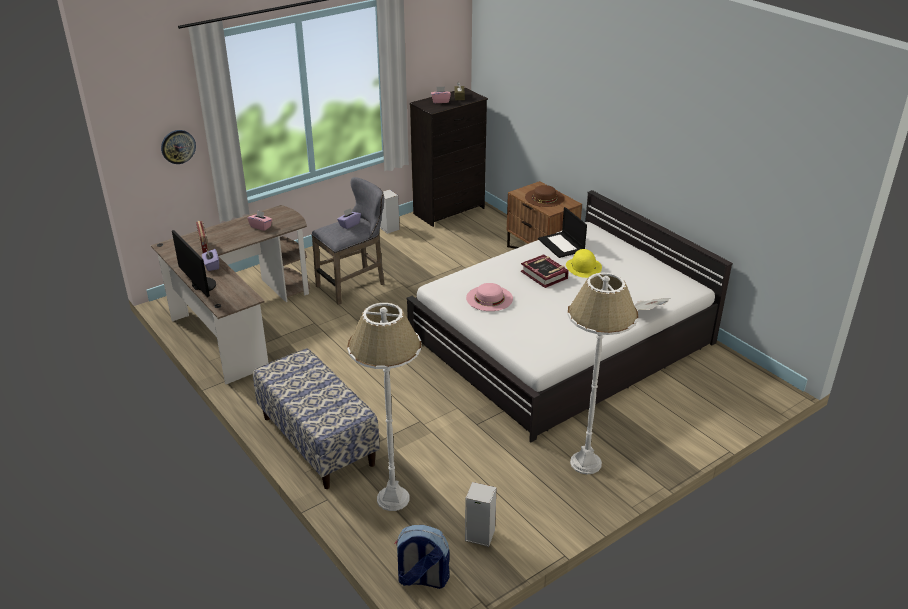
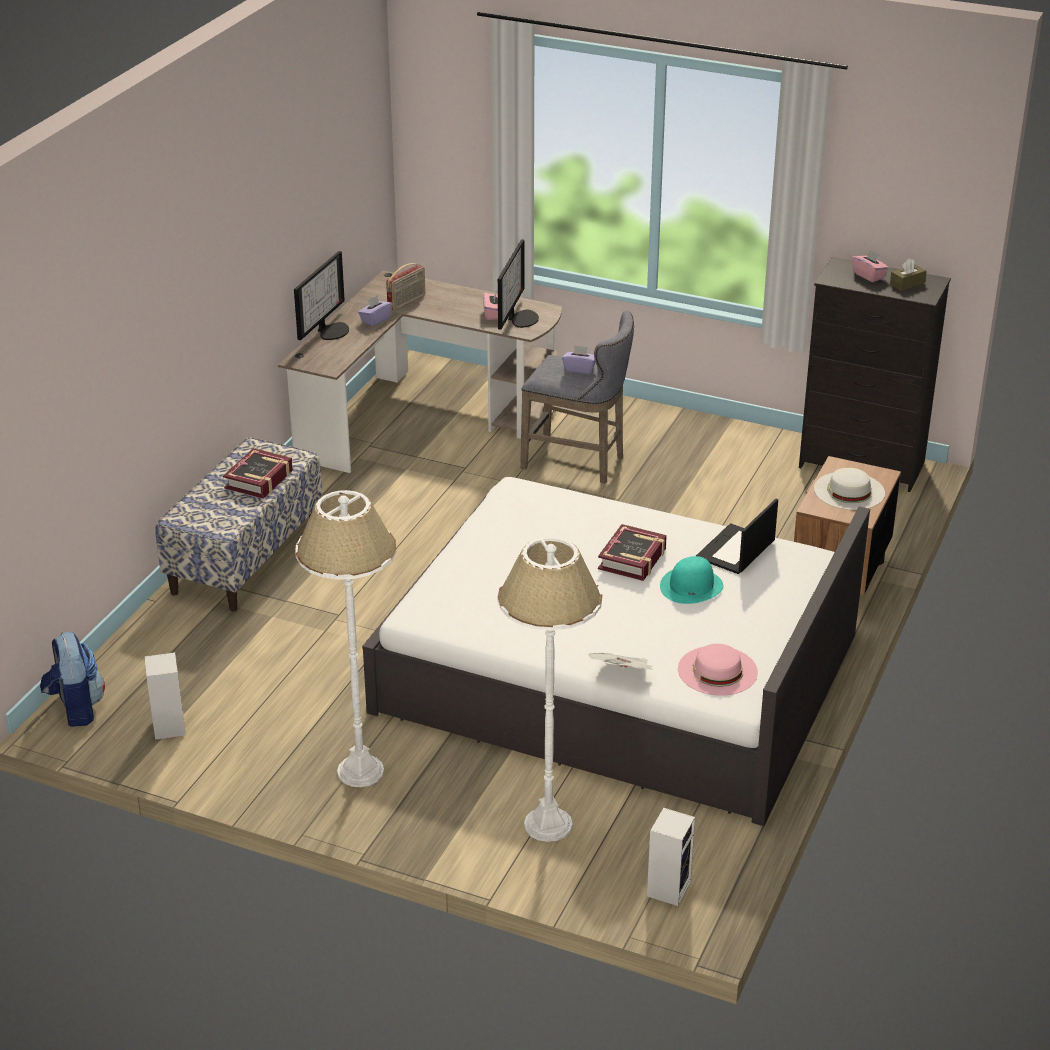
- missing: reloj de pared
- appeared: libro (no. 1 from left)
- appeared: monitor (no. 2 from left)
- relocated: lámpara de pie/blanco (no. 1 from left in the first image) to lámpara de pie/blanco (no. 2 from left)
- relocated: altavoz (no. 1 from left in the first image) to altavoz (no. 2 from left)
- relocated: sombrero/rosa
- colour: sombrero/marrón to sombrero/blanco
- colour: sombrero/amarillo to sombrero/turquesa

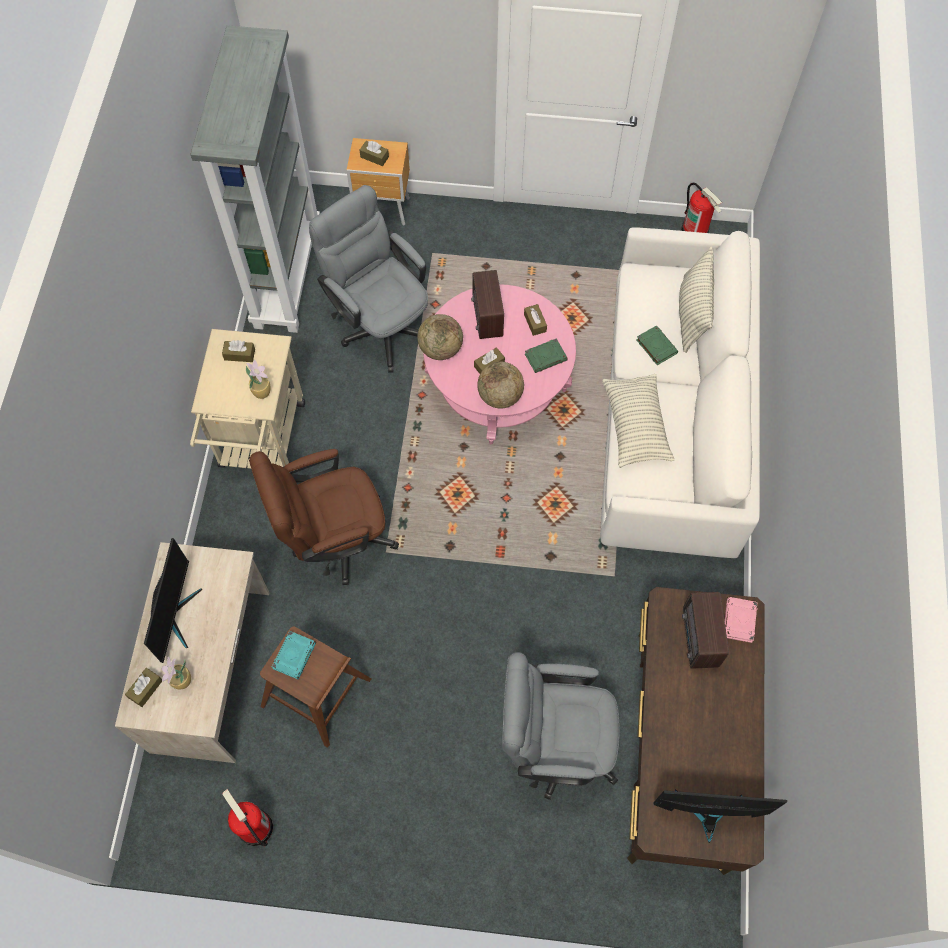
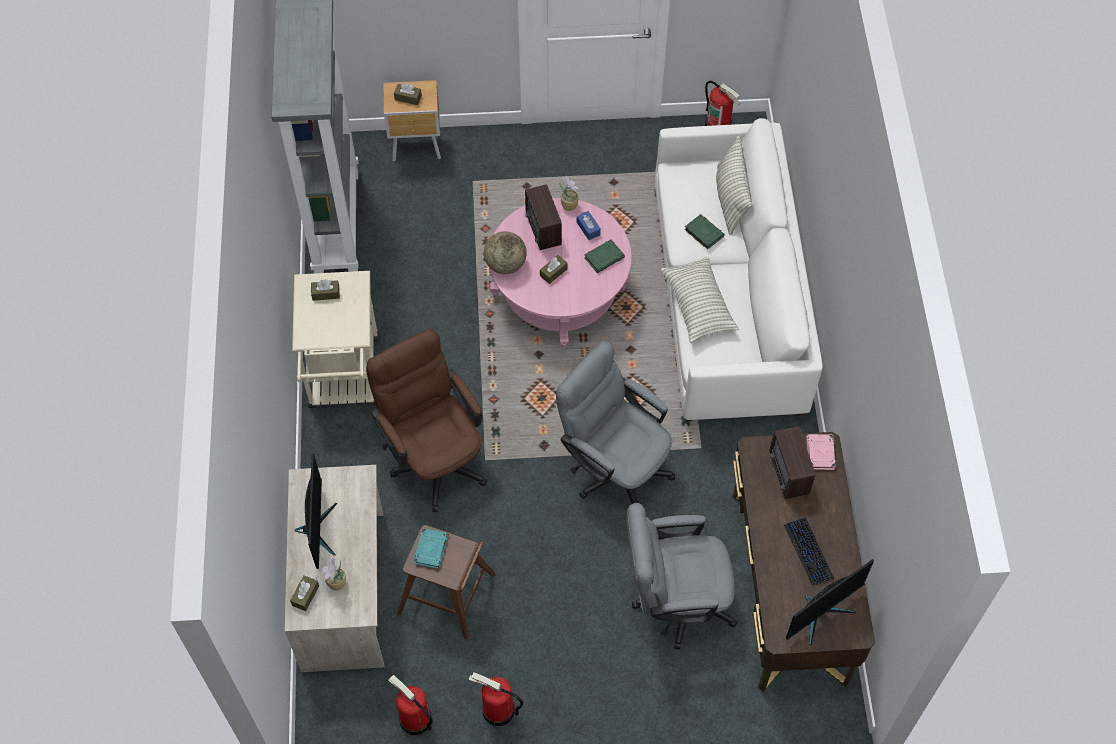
- missing: globo terráqueo (no. 2 from left)
- appeared: extintor (no. 2 from left)
- appeared: teclado
- relocated: planta en maceta (no. 2 from left)
- relocated: silla de oficina/gris (no. 1 from left)
- colour: caja de pañuelos/marrón (no. 5 from left) to caja de pañuelos/azul
- spun: silla de oficina/marrón 90 degrees clockwise
- spun: monitor (no. 2 from left) 150 degrees clockwise

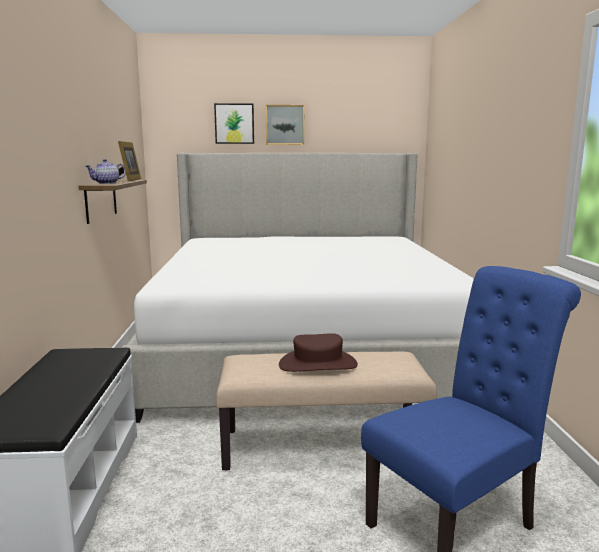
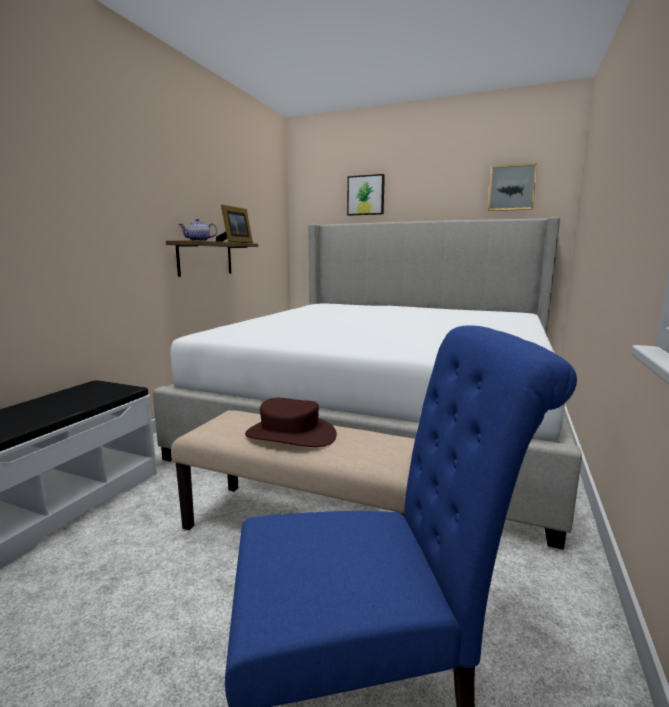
- relocated: cuadro (no. 2 from left)

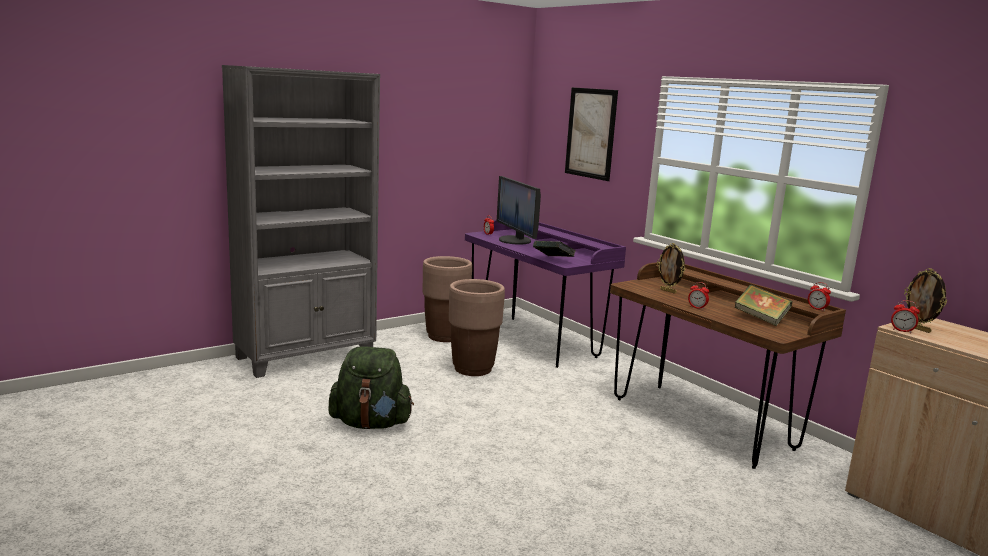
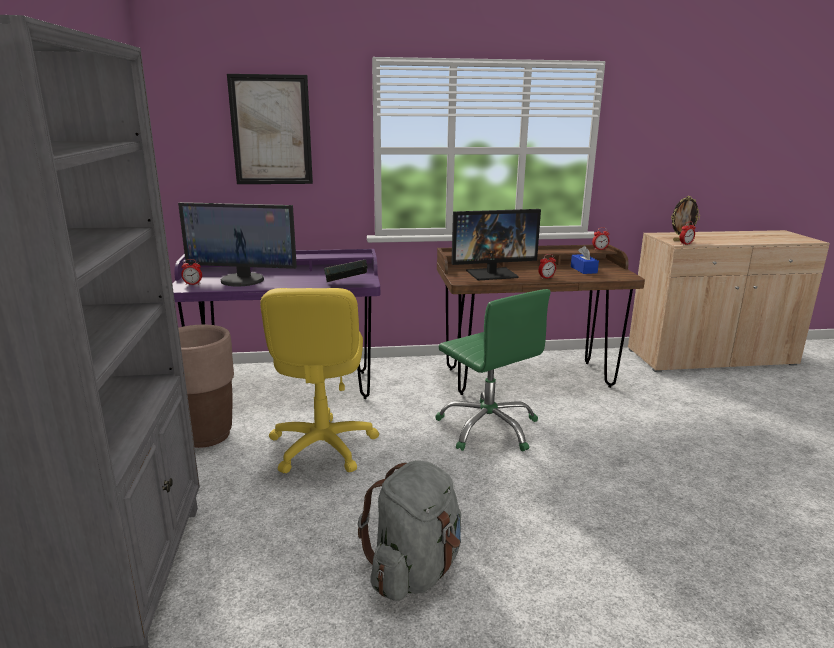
- appeared: silla de oficina/verde
- exchanged: maceta/marrón (no. 2 from left) to silla de oficina/amarillo
- exchanged: portarretratos (no. 1 from left) to monitor (no. 2 from left)
- exchanged: libro (no. 2 from left) to caja de pañuelos/azul
- colour: mochila/verde to mochila/gris

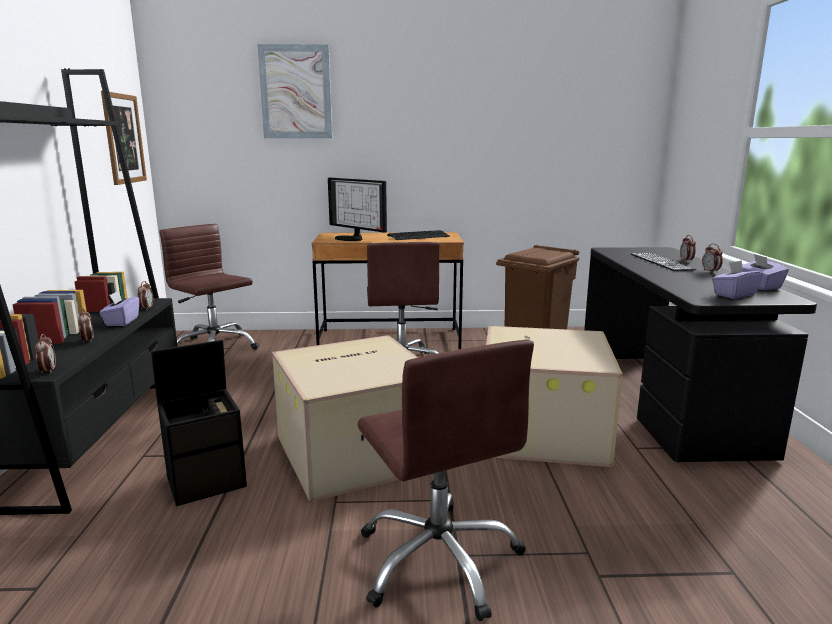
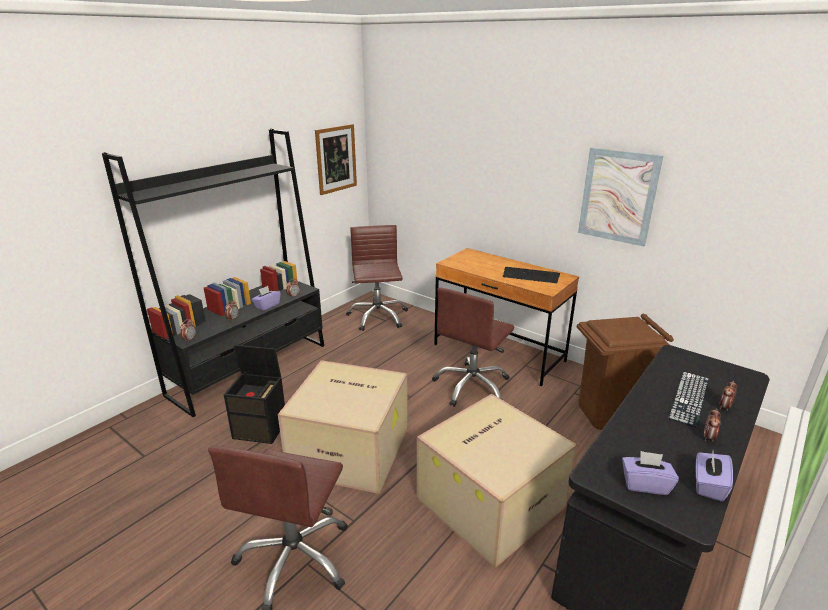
- missing: monitor
- relocated: cuadro (no. 2 from left)

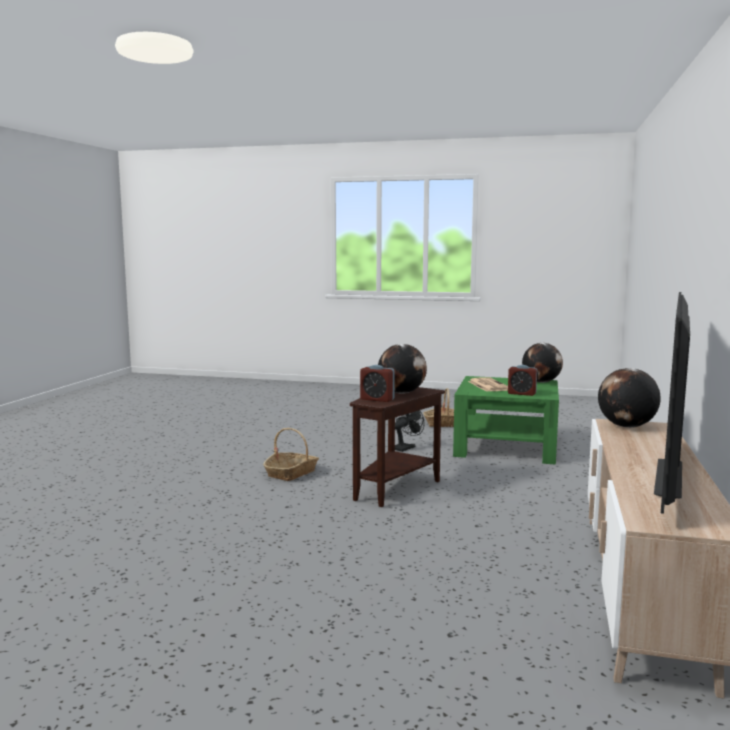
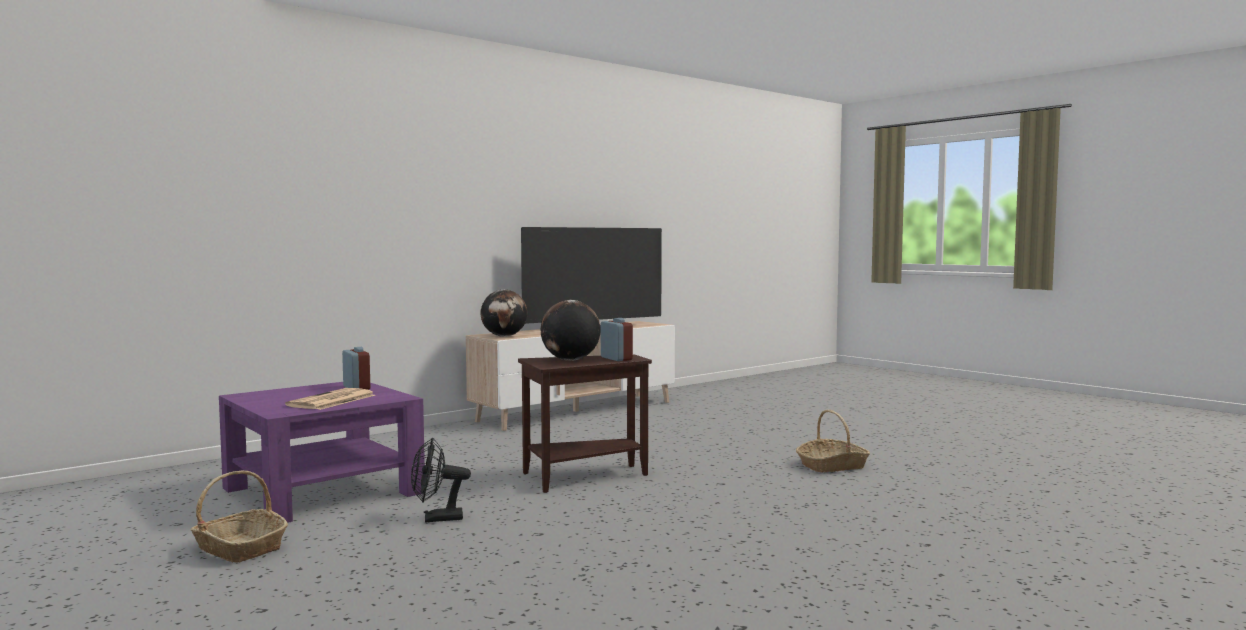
- missing: globo terráqueo (no. 2 from left)
- relocated: cesta (no. 1 from left in the first image) to cesta (no. 2 from left)
- colour: mesa de centro/verde to mesa de centro/morado

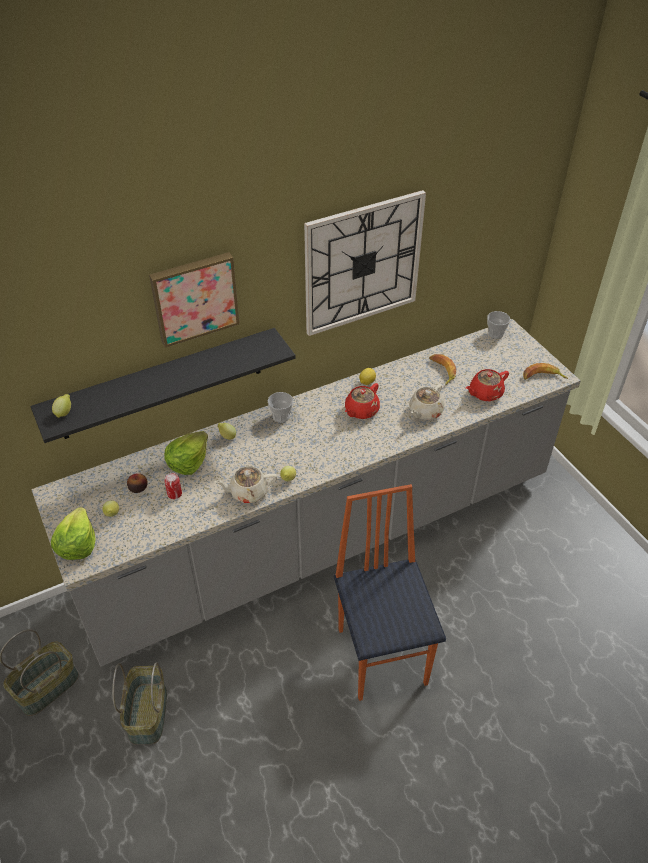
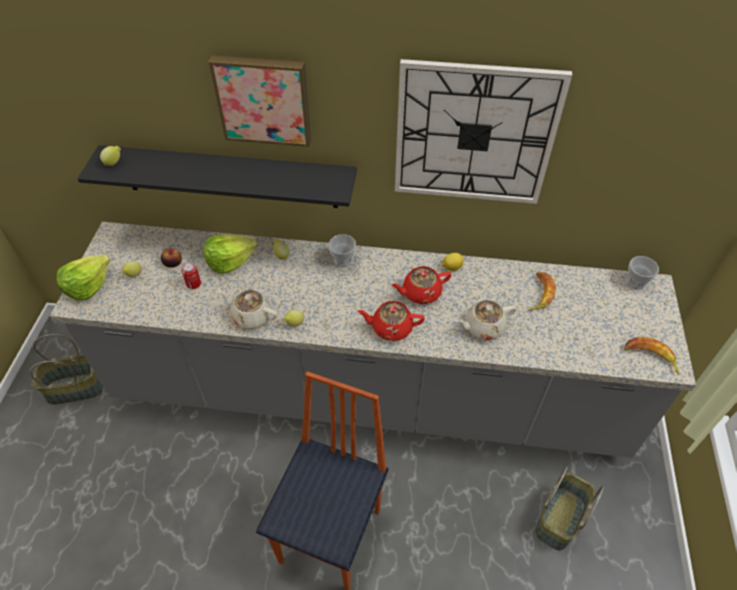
- relocated: cesta (no. 2 from left)
- relocated: tetera/rojo (no. 2 from left in the first image) to tetera/rojo (no. 1 from left)

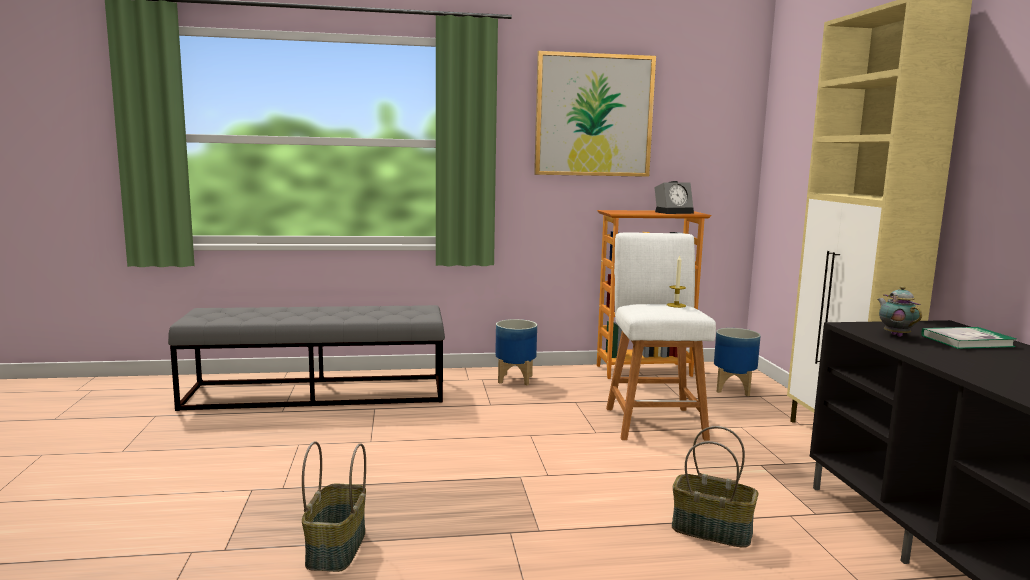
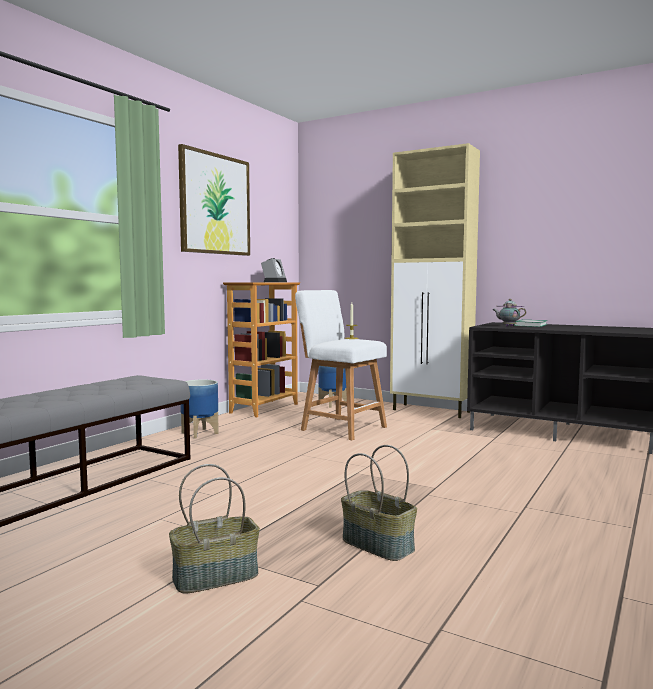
- relocated: cesta (no. 2 from left in the first image) to cesta (no. 1 from left)

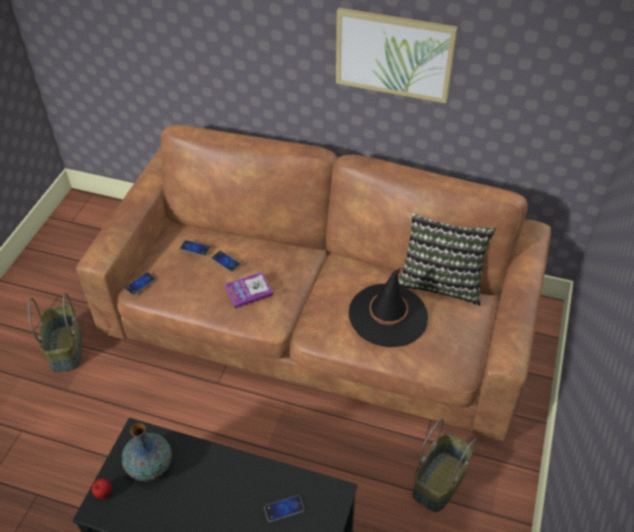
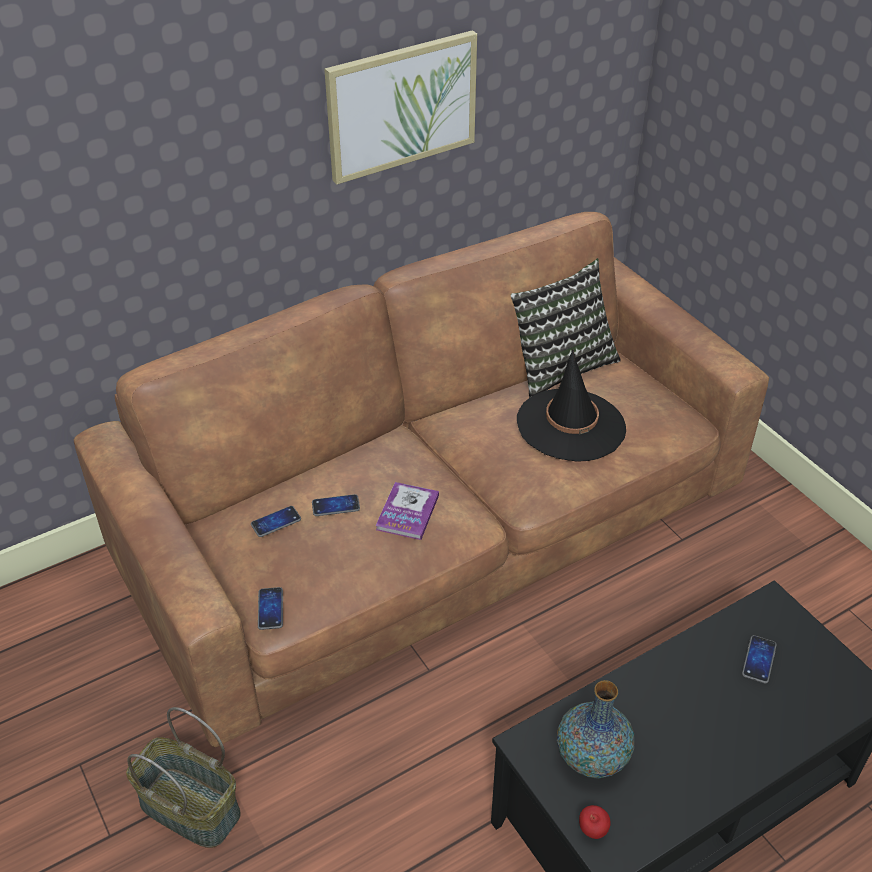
- missing: cesta (no. 2 from left)

